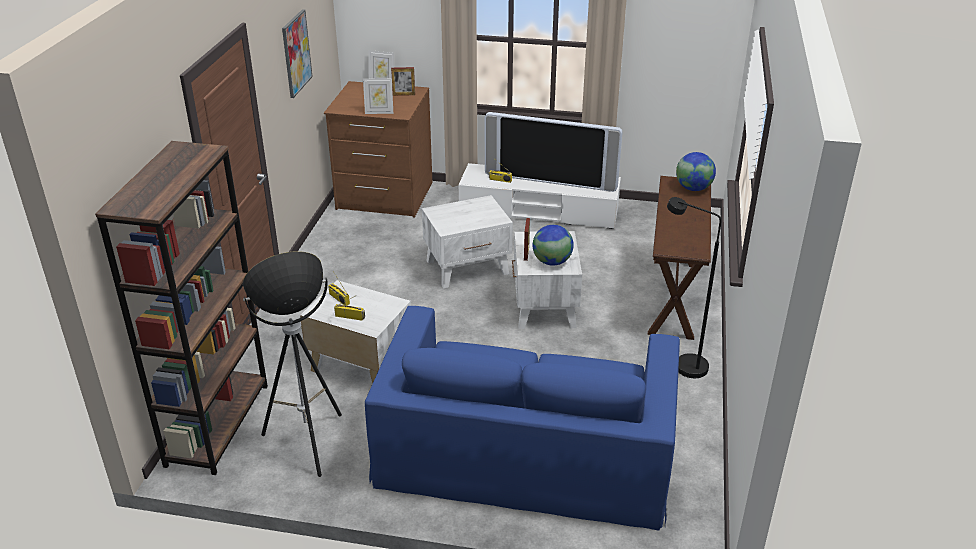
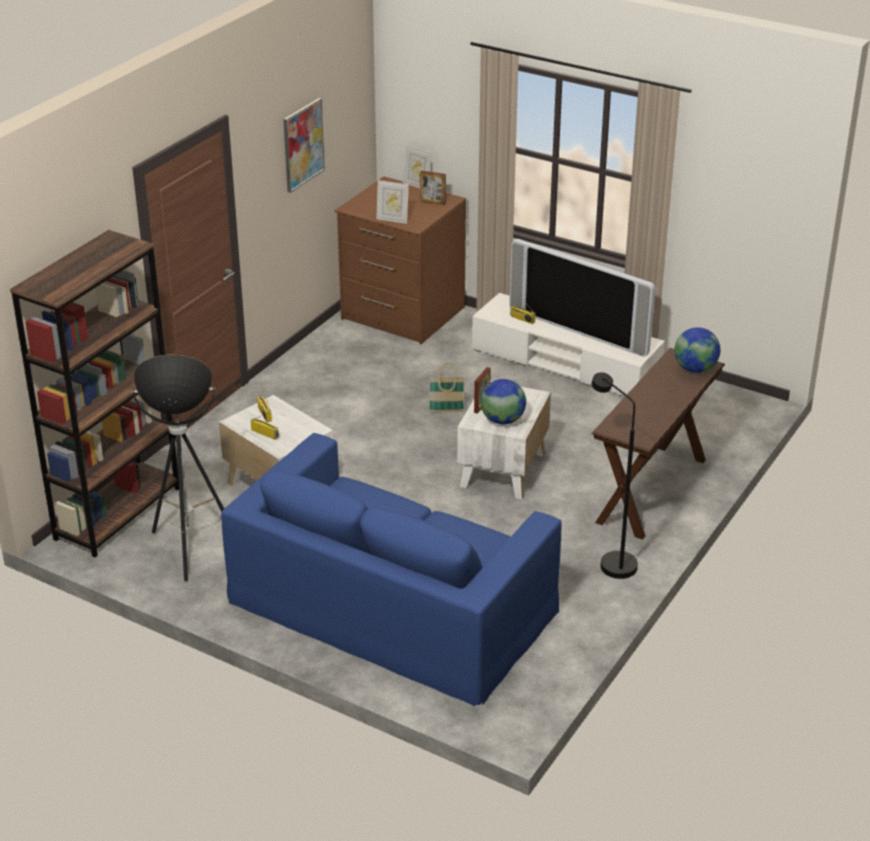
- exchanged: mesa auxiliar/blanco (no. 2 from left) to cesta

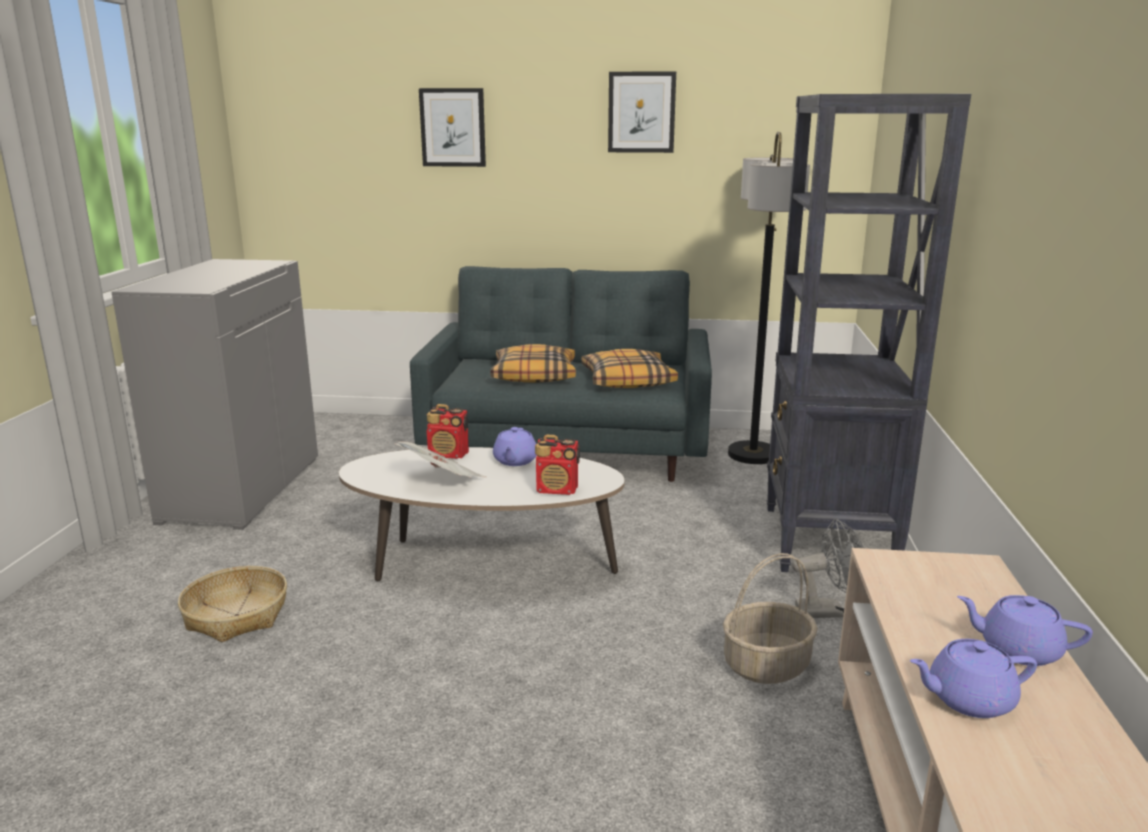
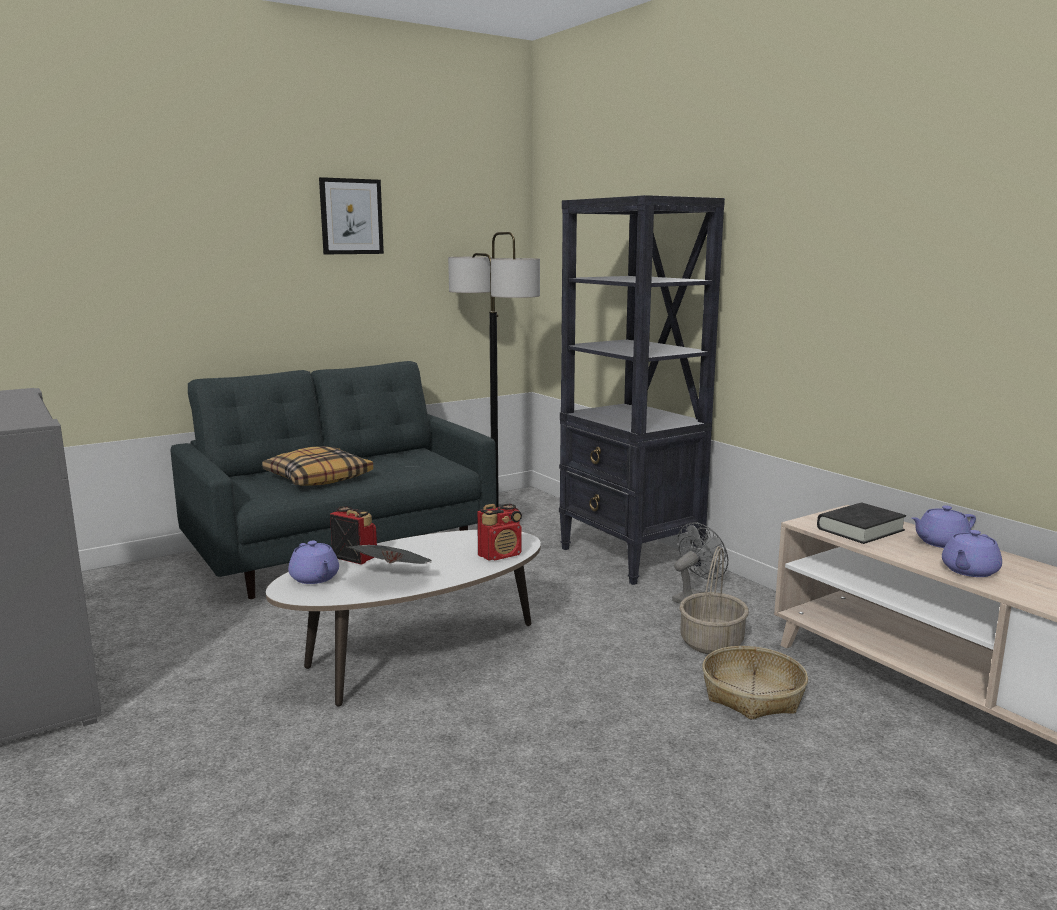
- missing: cuadro (no. 1 from left)
- missing: cojín (no. 2 from left)
- appeared: libro/negro
- relocated: cesta (no. 1 from left in the first image) to cesta (no. 2 from left)
- relocated: tetera/morado (no. 1 from left)
- spun: radio (no. 1 from left) 120 degrees counterclockwise

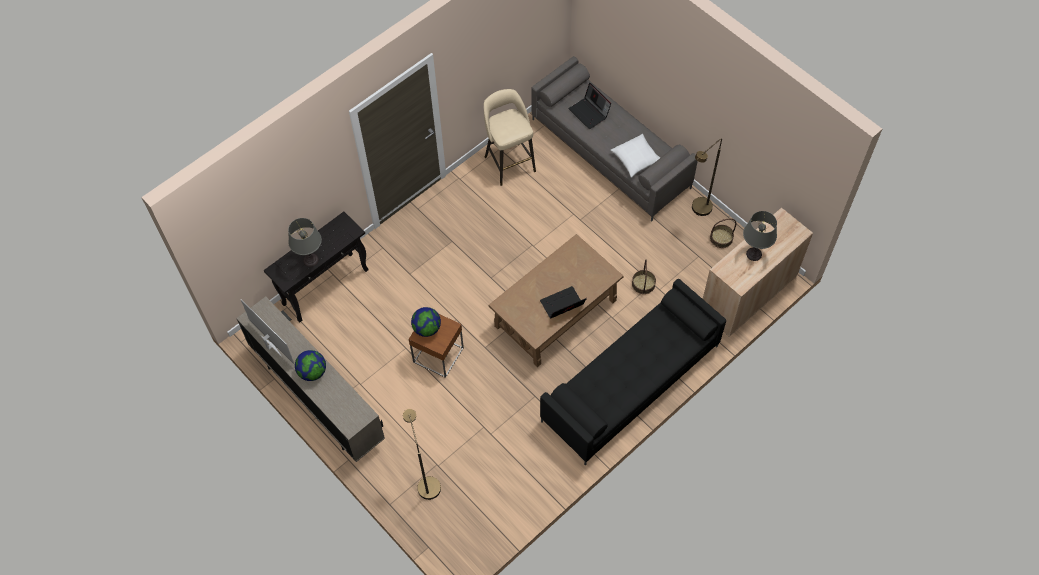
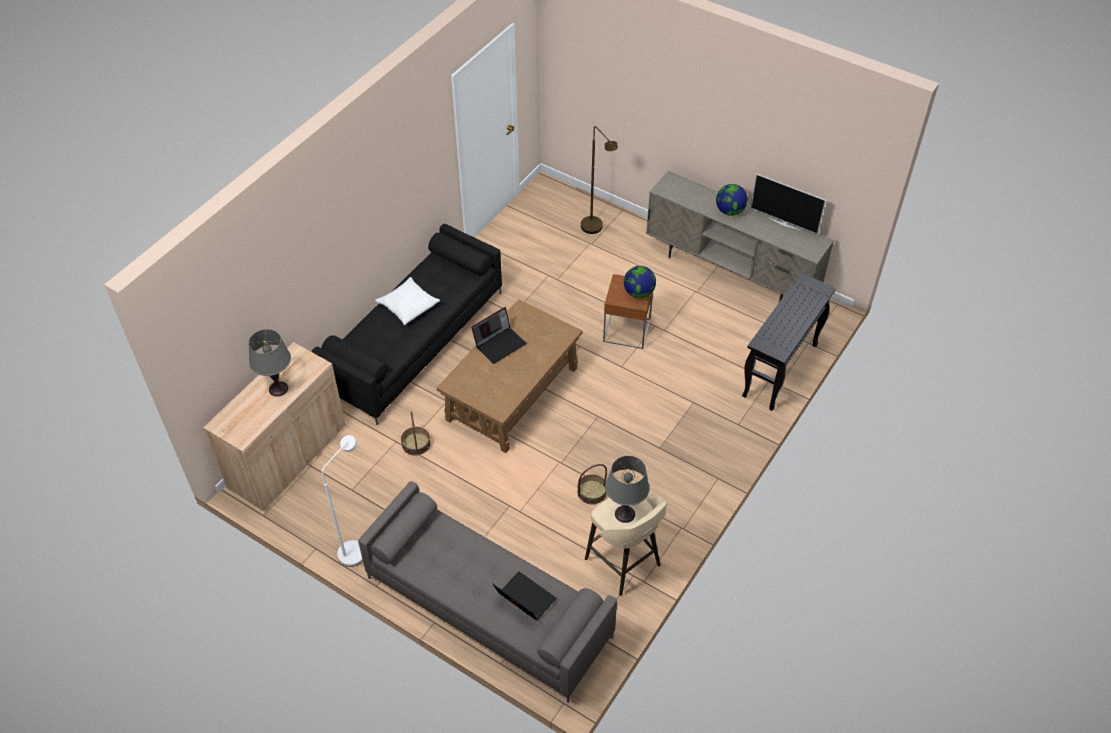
- relocated: lámpara de mesa/gris (no. 1 from left in the first image) to lámpara de mesa/gris (no. 2 from left)
- relocated: cojín/blanco
- relocated: cesta (no. 2 from left)
- colour: lámpara de pie/marrón (no. 2 from left) to lámpara de pie/blanco

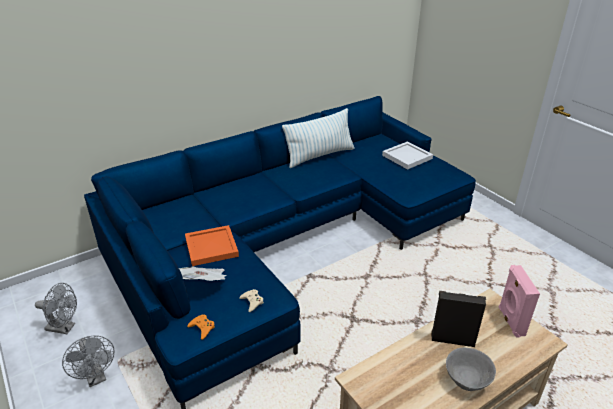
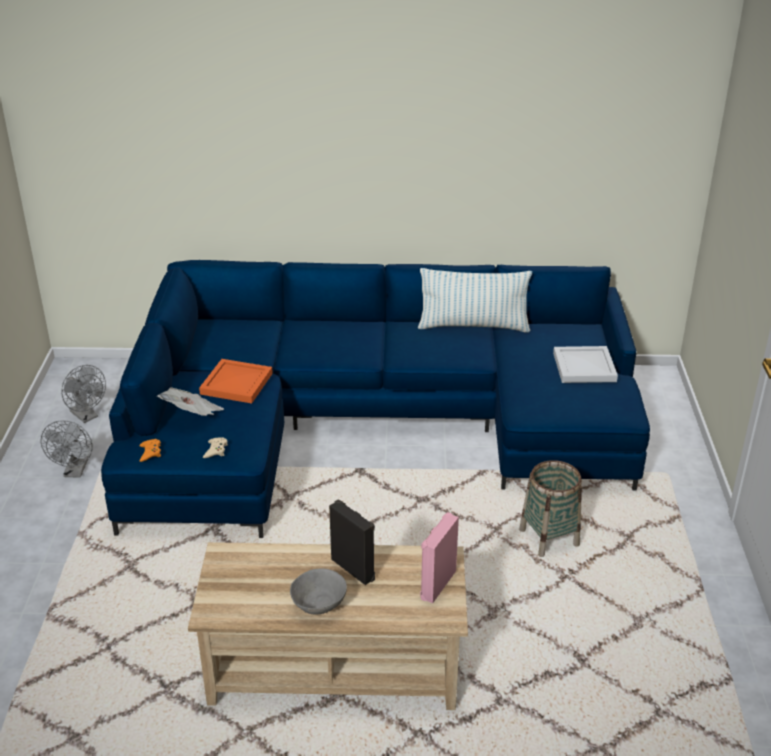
- appeared: cesta

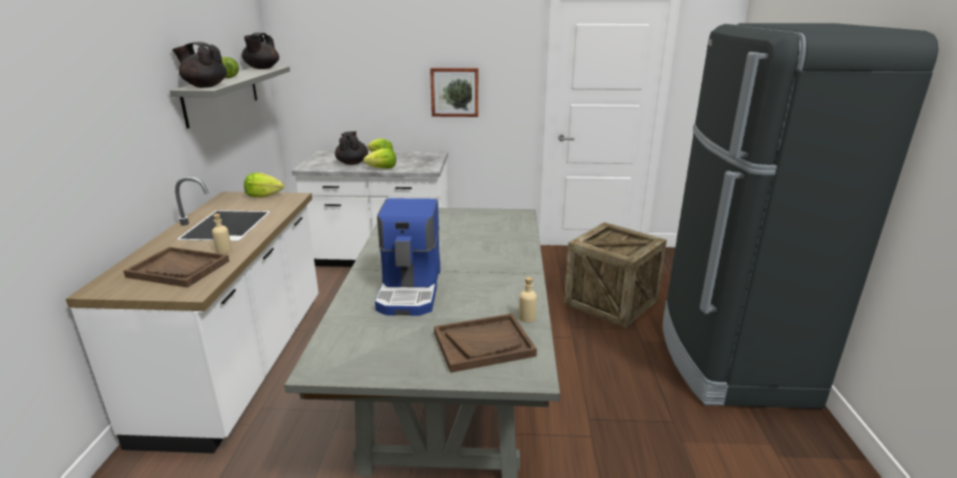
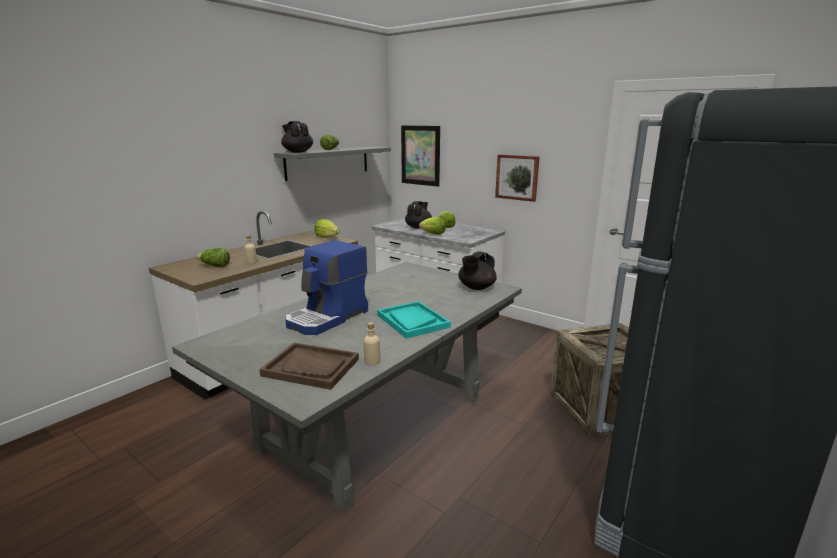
- appeared: bandeja/turquesa
- appeared: cuadro (no. 1 from left)
- relocated: tetera/negro (no. 2 from left in the first image) to tetera/negro (no. 3 from left)
- exchanged: bandeja/marrón (no. 1 from left) to lechuga (no. 1 from left)

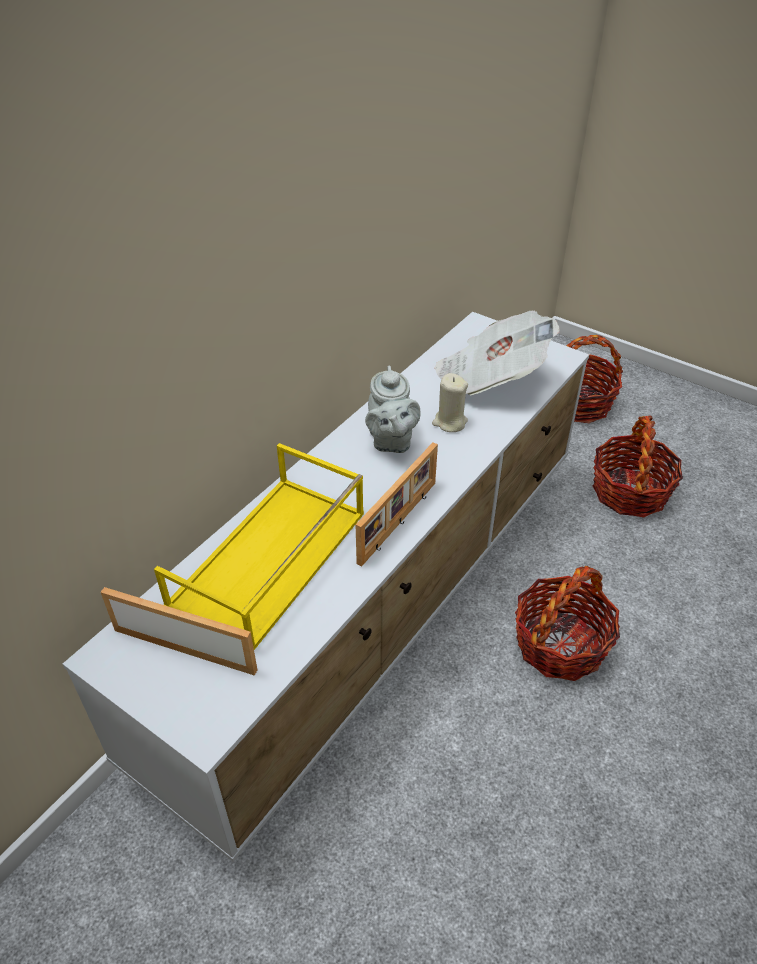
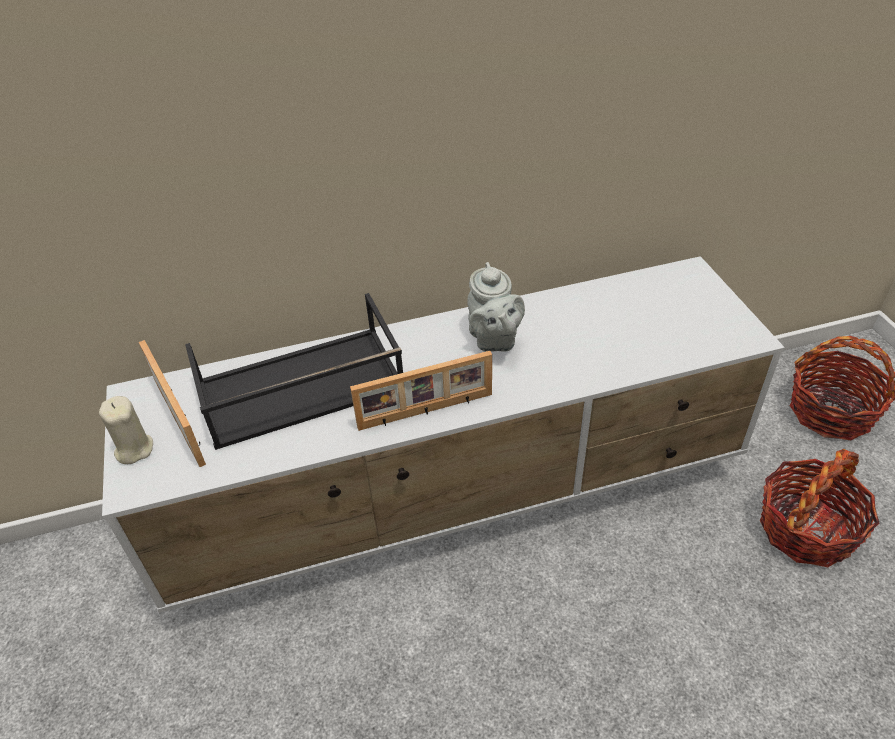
- missing: periódico
- missing: cesta (no. 1 from left)
- relocated: vela/beis
- colour: bandeja/amarillo to bandeja/negro
- spun: tetera/gris 45 degrees counterclockwise

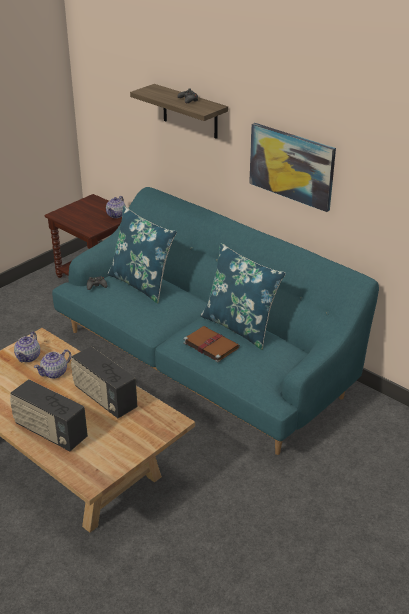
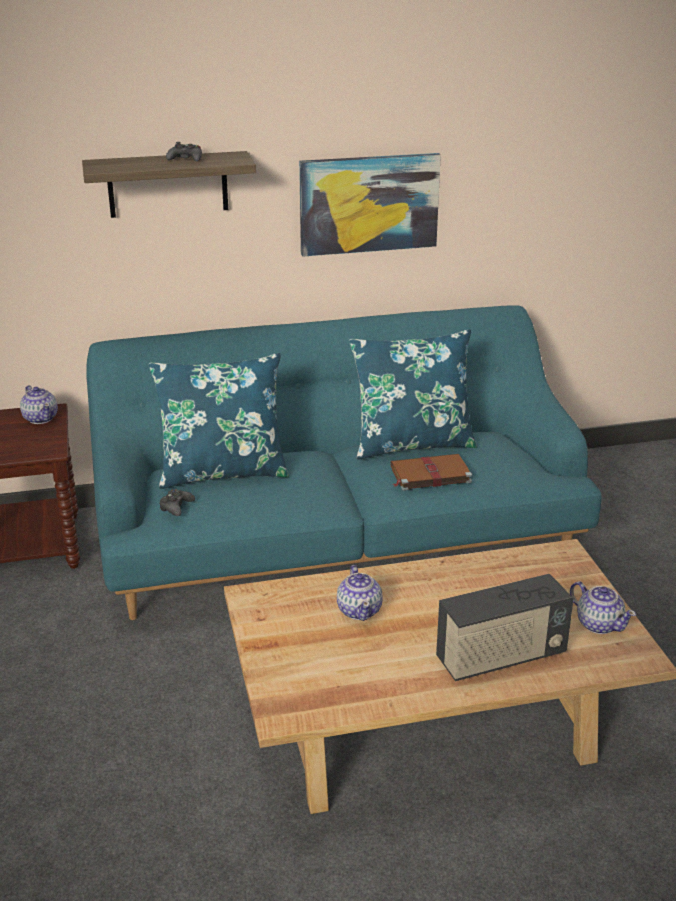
- missing: radio (no. 2 from left)
- relocated: tetera (no. 1 from left in the first image) to tetera (no. 3 from left)

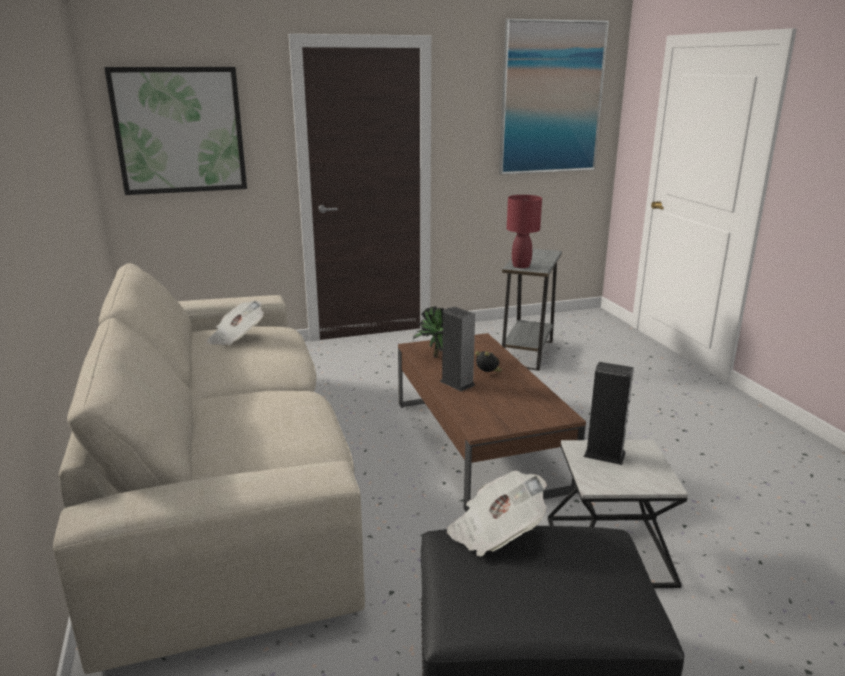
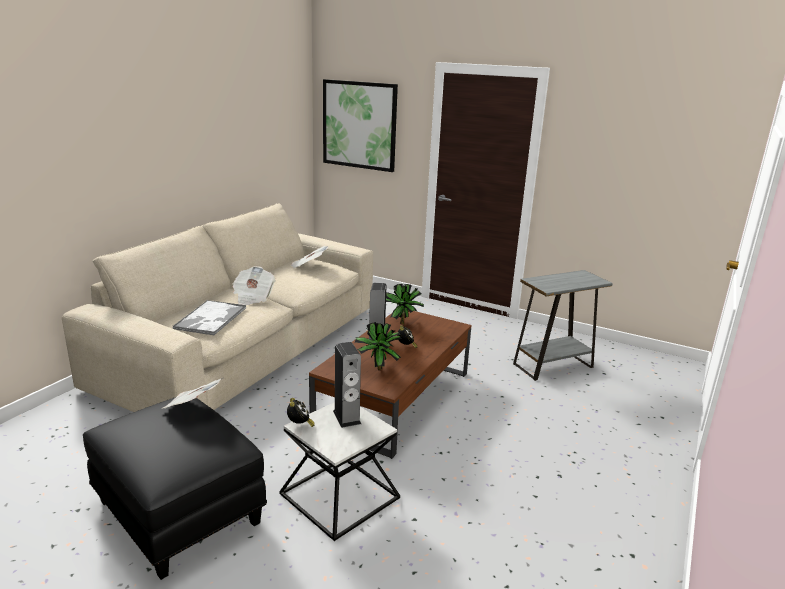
- missing: cuadro (no. 2 from left)
- missing: lámpara de mesa/rojo
- appeared: bandeja
- appeared: periódico (no. 2 from left)
- appeared: despertador (no. 1 from left)
- appeared: planta en maceta (no. 1 from left)

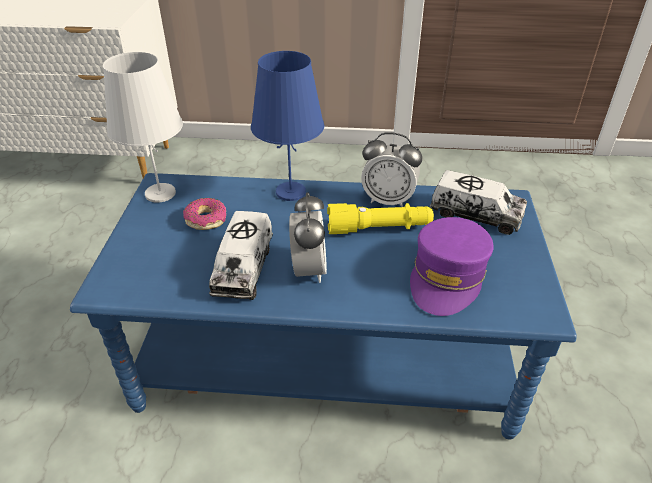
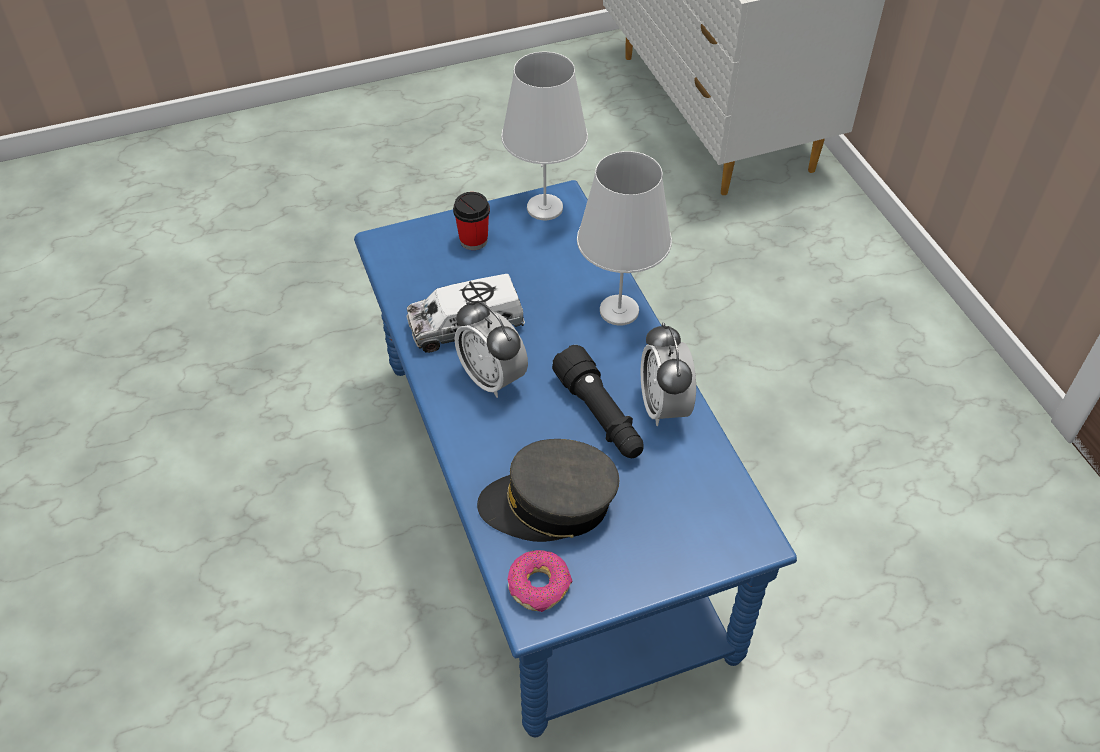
- missing: camión de juguete (no. 2 from left)
- appeared: taza
- relocated: rosquilla
- colour: lámpara de mesa/azul to lámpara de mesa/blanco (no. 2 from left)
- colour: linterna/amarillo to linterna/negro
- colour: gorra/morado to gorra/gris
- spun: despertador (no. 1 from left) 75 degrees clockwise

